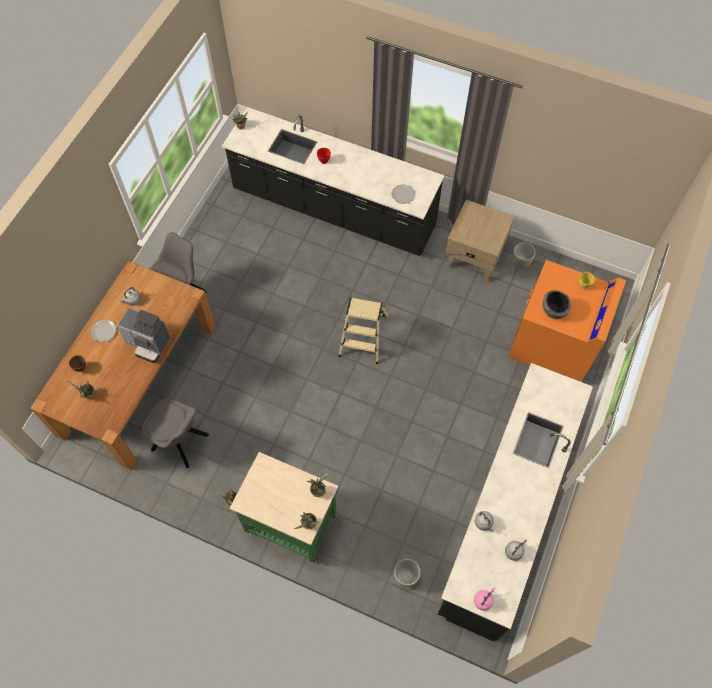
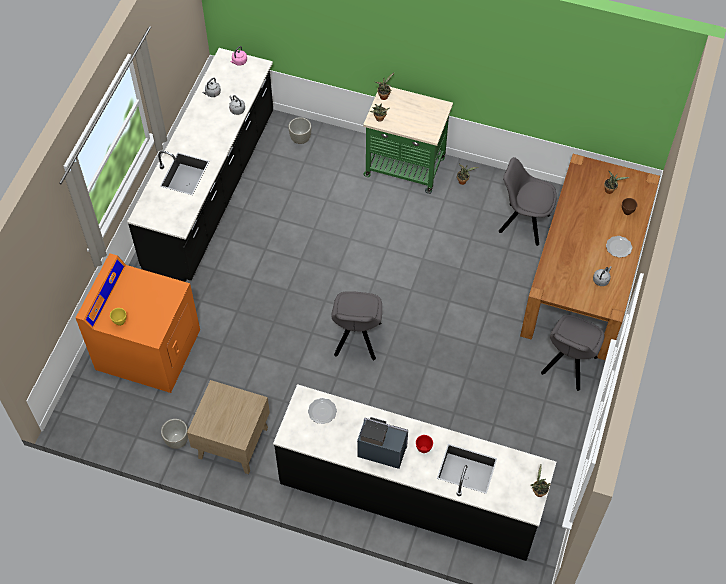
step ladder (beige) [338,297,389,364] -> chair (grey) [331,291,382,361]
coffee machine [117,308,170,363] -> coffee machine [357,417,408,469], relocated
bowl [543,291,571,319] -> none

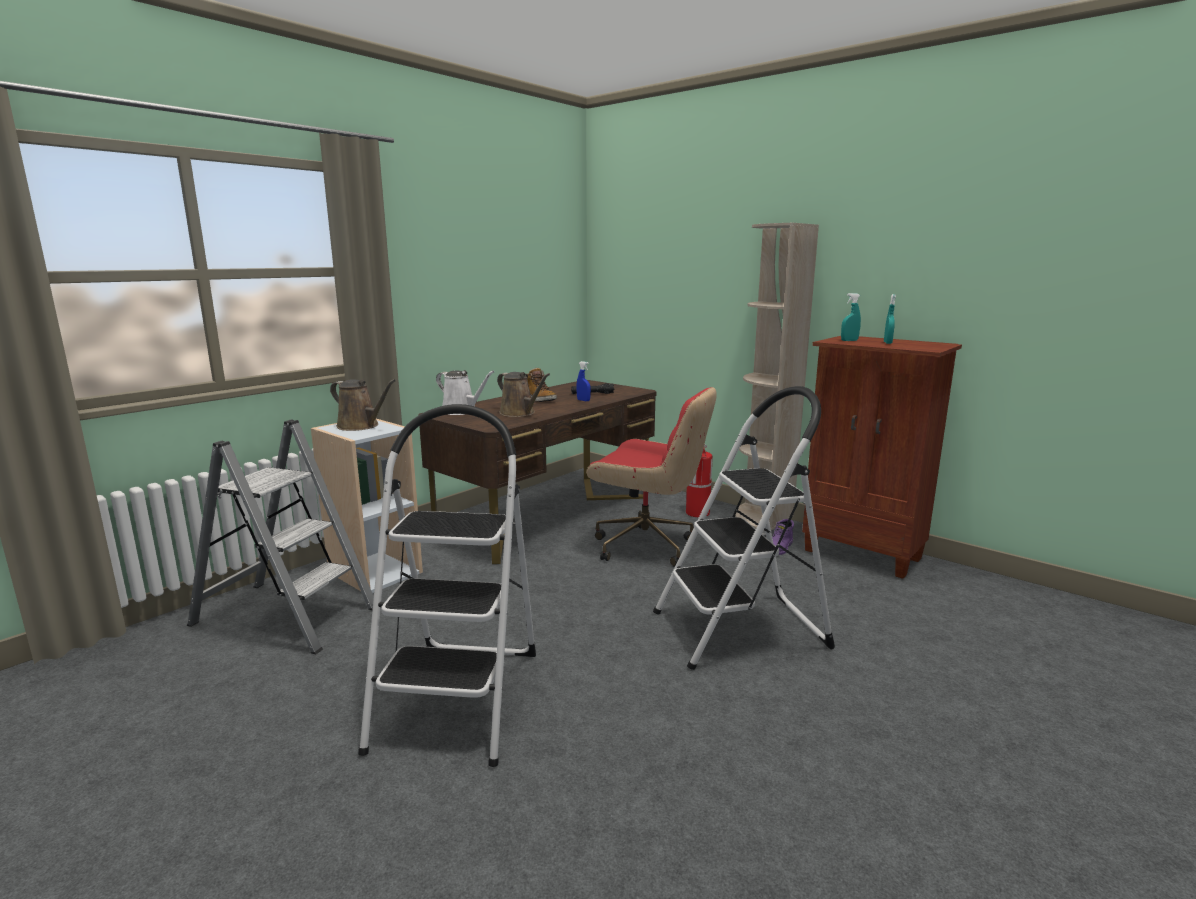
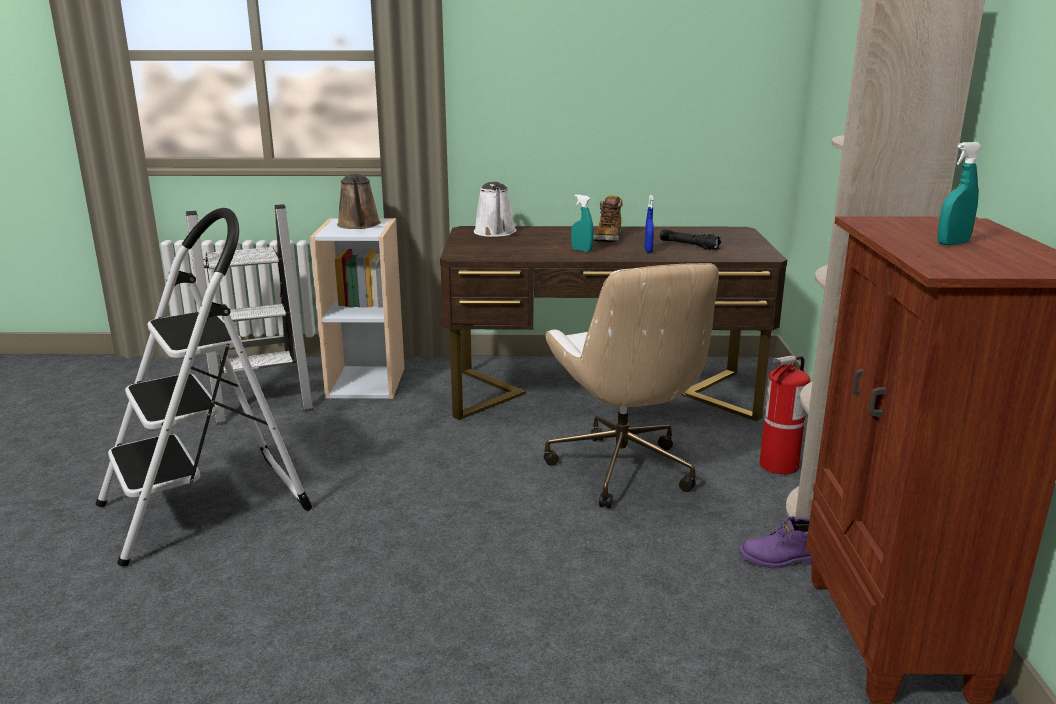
office chair (red) [586,387,717,566] -> office chair (white) [544,263,719,508]
spray bottle (turquoise) [841,293,861,341] -> spray bottle (turquoise) [571,194,594,252], relocated
watering can (brown) [497,372,550,417] -> none
step ladder [653,386,835,670] -> none

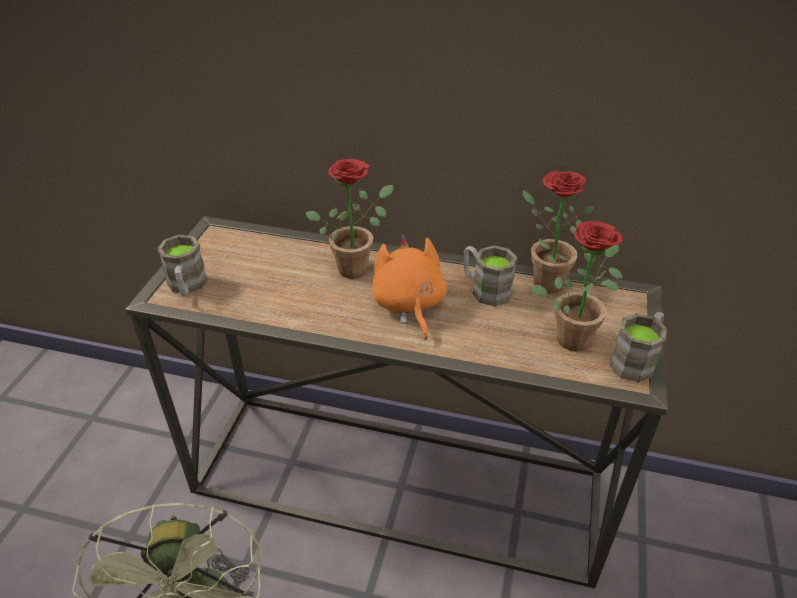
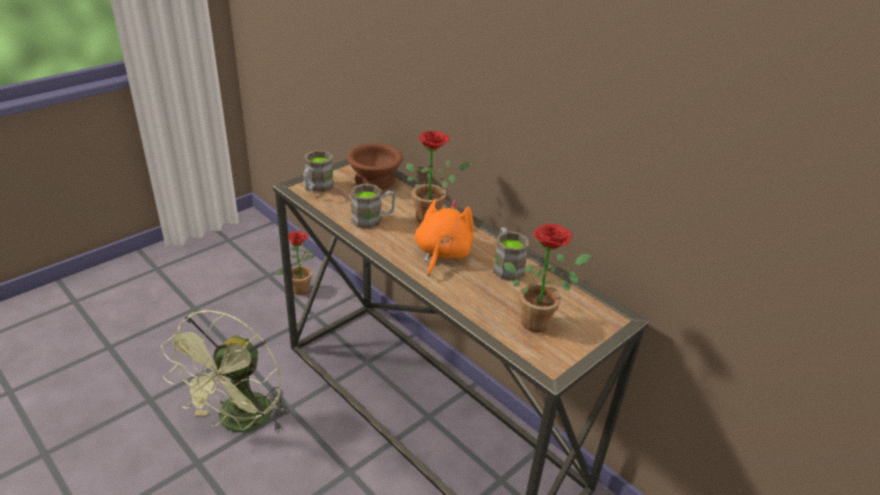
potted plant [523,171,594,293] -> potted plant [276,231,313,295], relocated
none -> bowl (brown) [347,143,403,190]
mug (brown) [610,312,667,382] -> mug (brown) [351,183,395,229], relocated

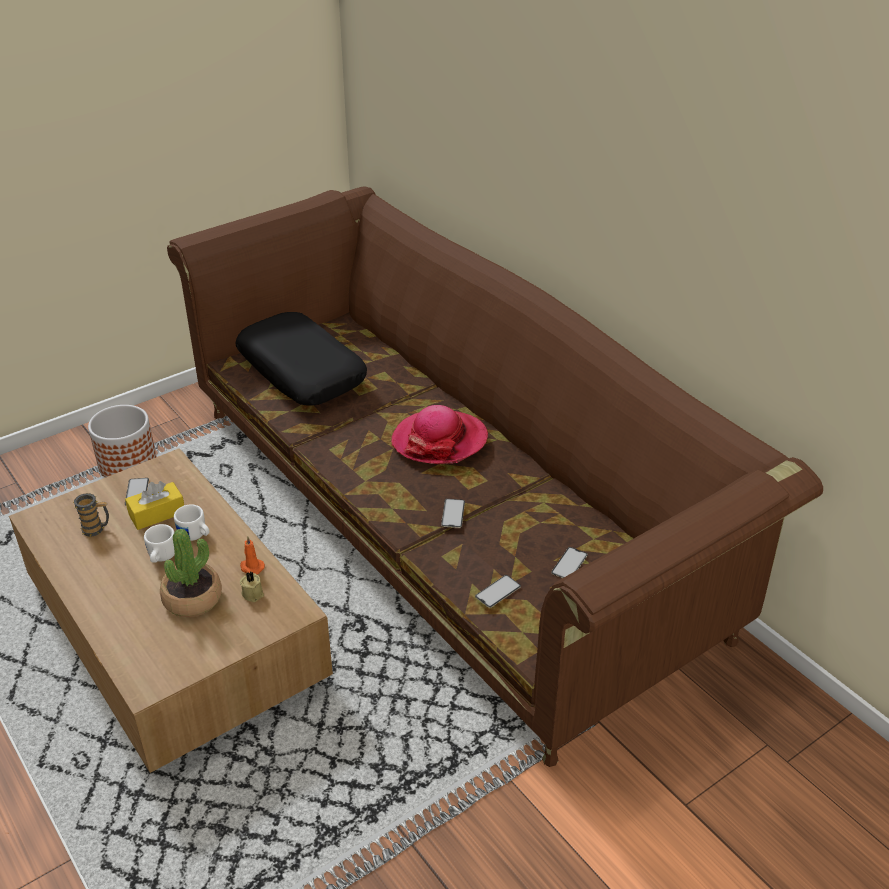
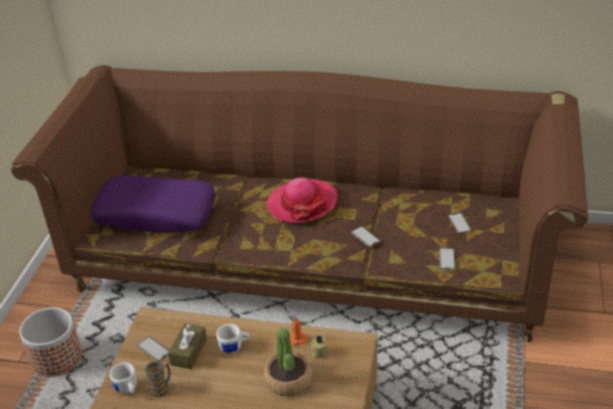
pillow (black) [236,312,367,405] -> pillow (purple) [91,176,215,233]
mug (white) [144,524,175,563] -> mug (white) [110,362,137,394], relocated
tissue box (yellow) [125,481,184,530] -> tissue box (brown) [168,323,207,369]

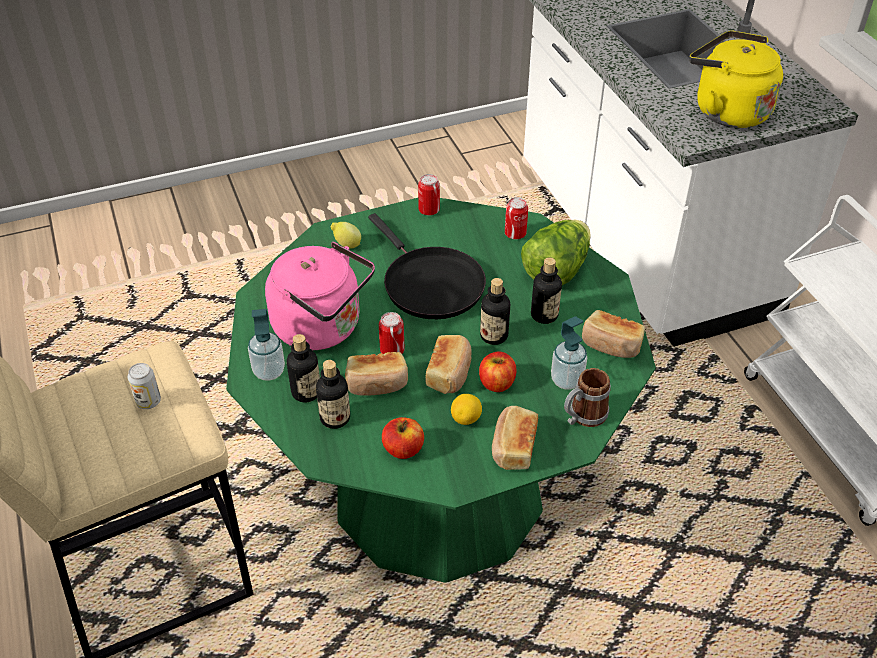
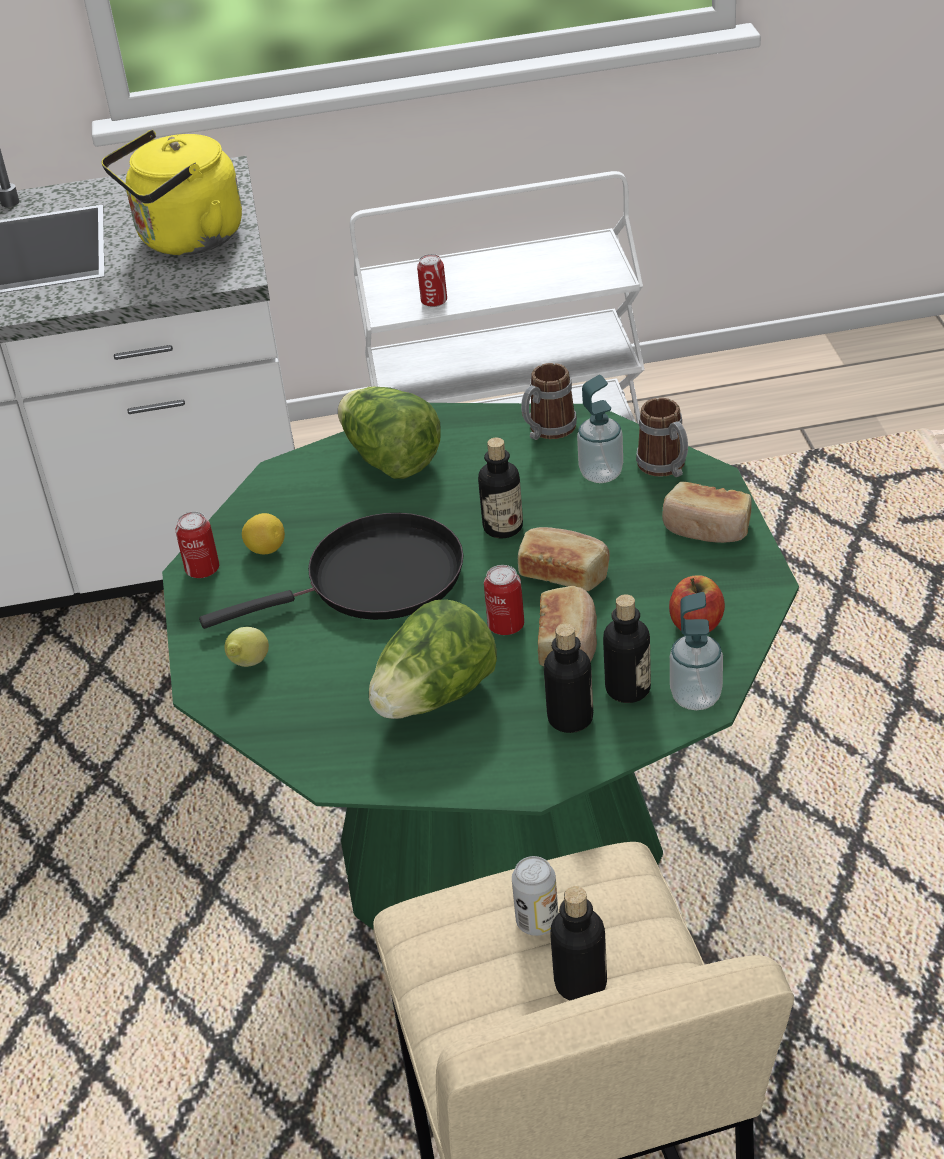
lemon [451,394,482,425] -> lemon [242,513,285,554], relocated
kettle (pink) [265,242,375,350] -> lettuce [369,599,497,719]
can [505,197,528,239] -> can [417,254,447,307], relocated
bread [582,310,645,358] -> mug [521,363,577,440]
bottle [531,257,562,324] -> bottle [550,886,607,1001], relocated
soap dispenser [248,309,285,381] -> soap dispenser [670,592,723,710], relocated
apple [479,351,516,392] -> none

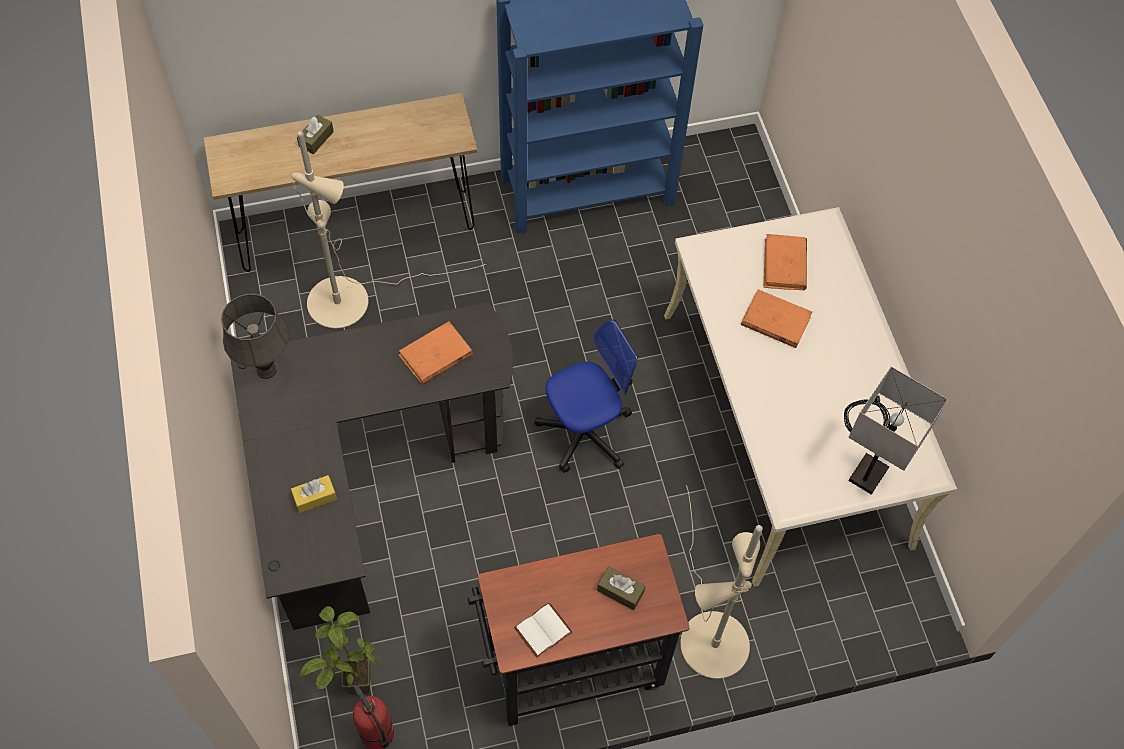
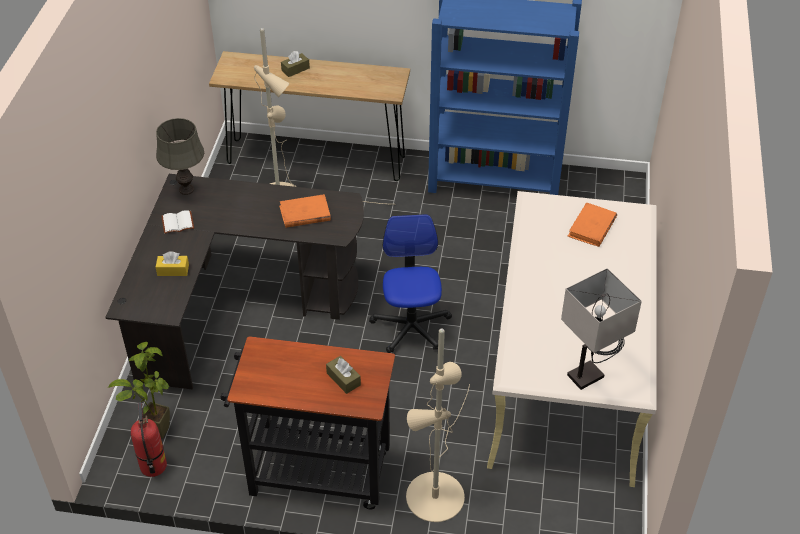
book (white) [514,602,573,658] -> book (white) [161,210,194,234], relocated
office chair [534,320,638,473] -> office chair [369,214,452,353], 90 degrees counterclockwise
book (orange) [741,289,812,348] -> none

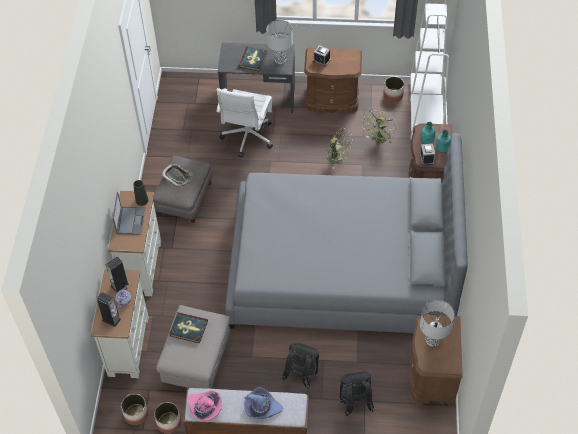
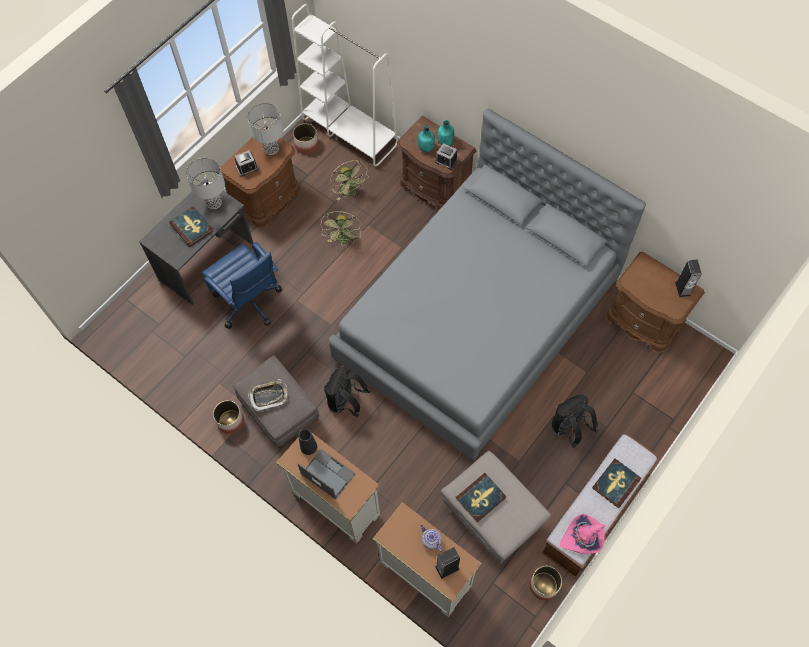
office chair (white) [216,88,273,157] -> office chair (blue) [202,242,282,329]
planter [121,394,148,425] -> planter [213,400,244,434], relocated
table lamp (white) [420,300,455,347] -> table lamp (white) [248,103,284,155], relocated
fan (green) [326,127,352,169] -> fan (green) [321,211,362,245], 120 degrees clockwise
backpack (black) [339,371,374,416] -> backpack (black) [324,366,370,417], relocated
hat (purple) [244,387,283,419] -> book [592,458,641,508]
speaker [106,257,129,293] -> speaker [675,260,702,297], relocated

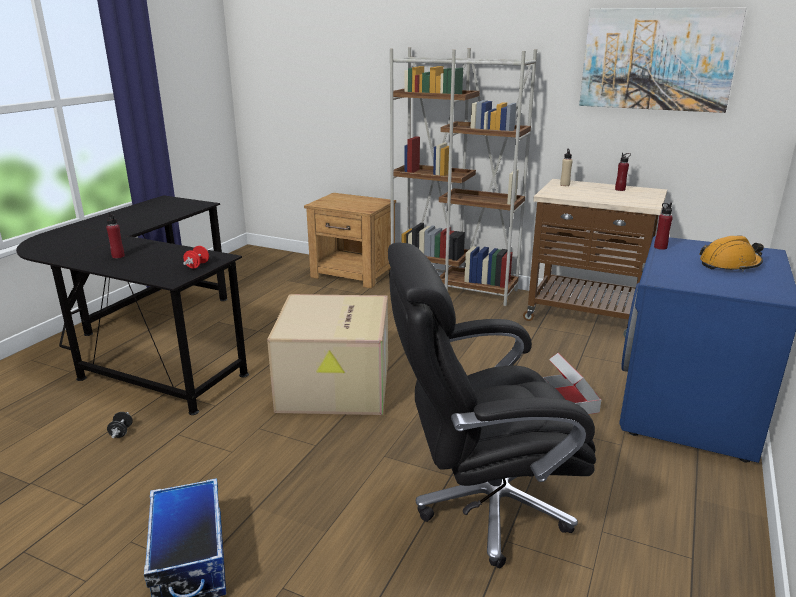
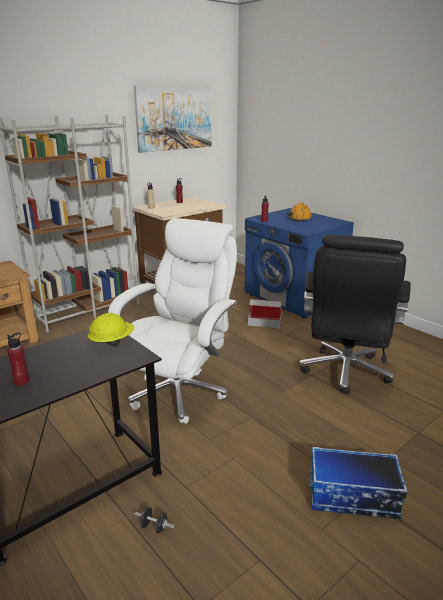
dumbbell (red) [183,246,209,269] -> hard hat (yellow) [88,313,134,346]
cardboard box [267,294,388,415] -> office chair (white) [108,218,237,424]

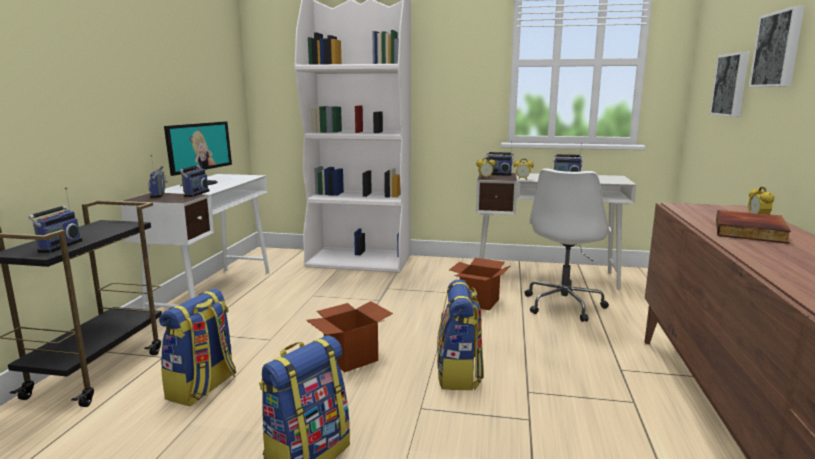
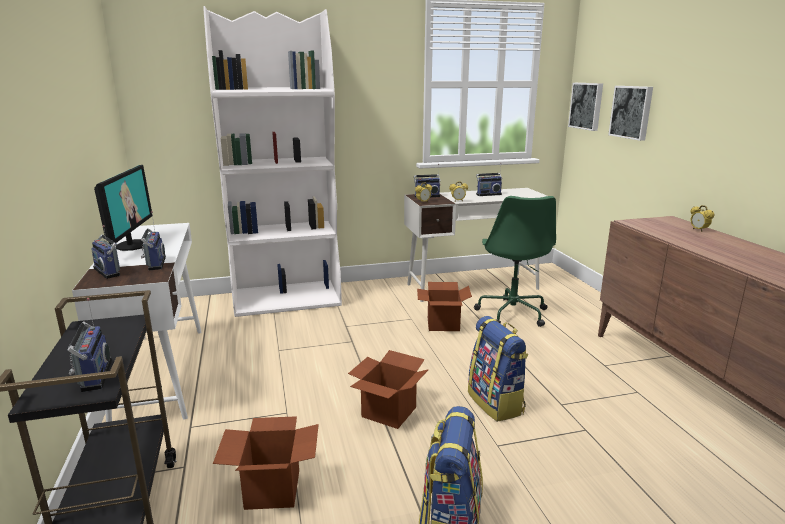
backpack [159,289,236,406] -> cardboard box [213,416,319,510]
office chair (white) [524,168,611,322] -> office chair (green) [474,196,556,327]
picture [749,6,805,87] -> picture [568,83,603,131], relocated
book [716,210,791,244] -> none

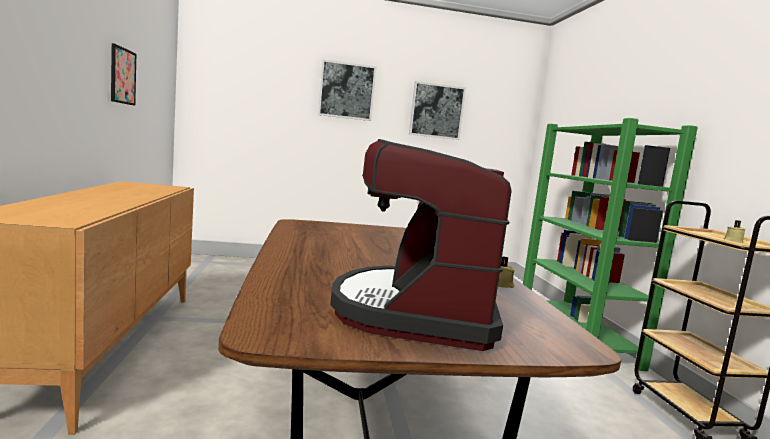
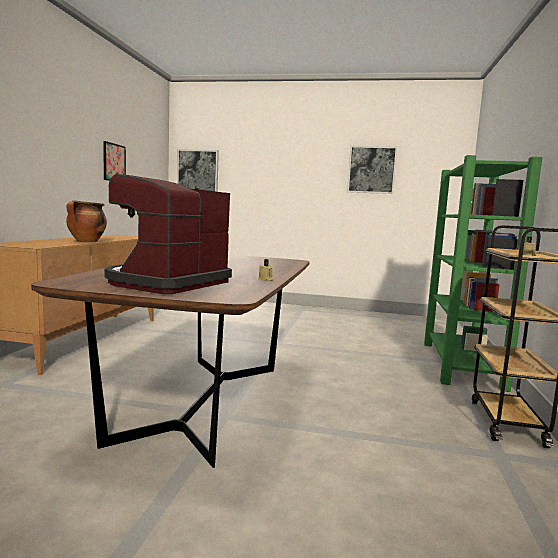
none -> cooking pot [66,200,107,242]
picture [318,59,376,121] -> picture [177,149,219,192], relocated

